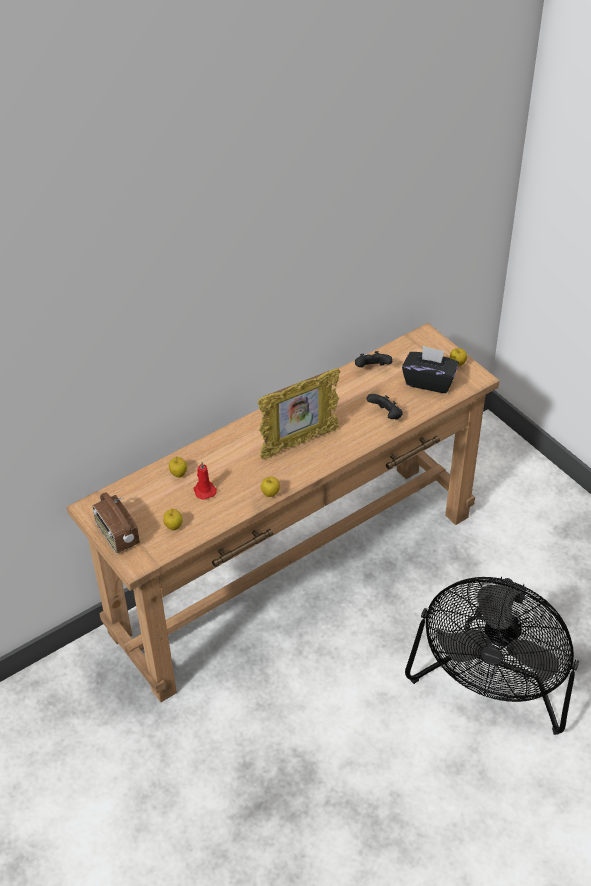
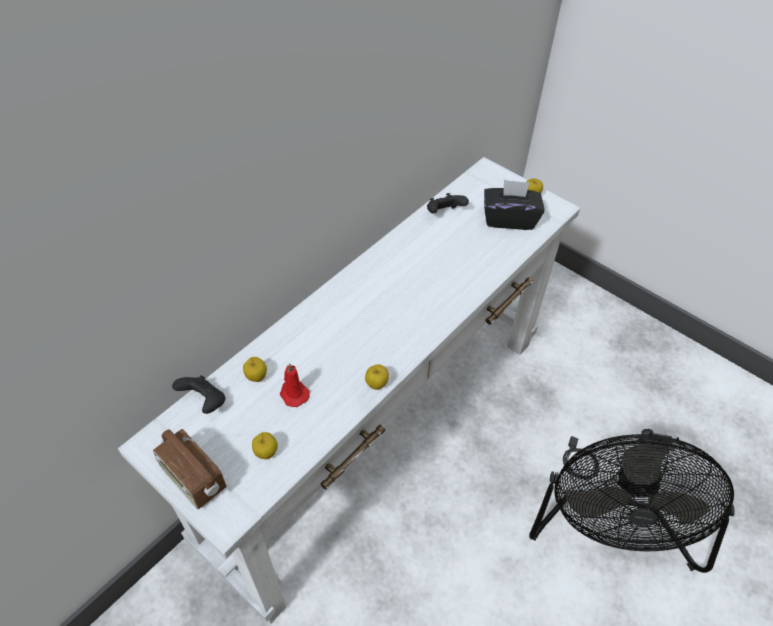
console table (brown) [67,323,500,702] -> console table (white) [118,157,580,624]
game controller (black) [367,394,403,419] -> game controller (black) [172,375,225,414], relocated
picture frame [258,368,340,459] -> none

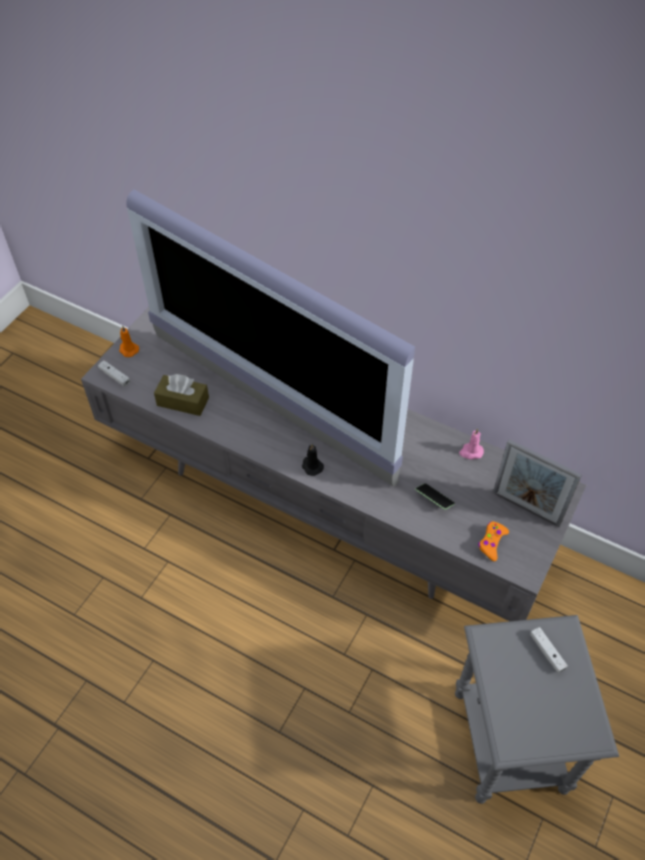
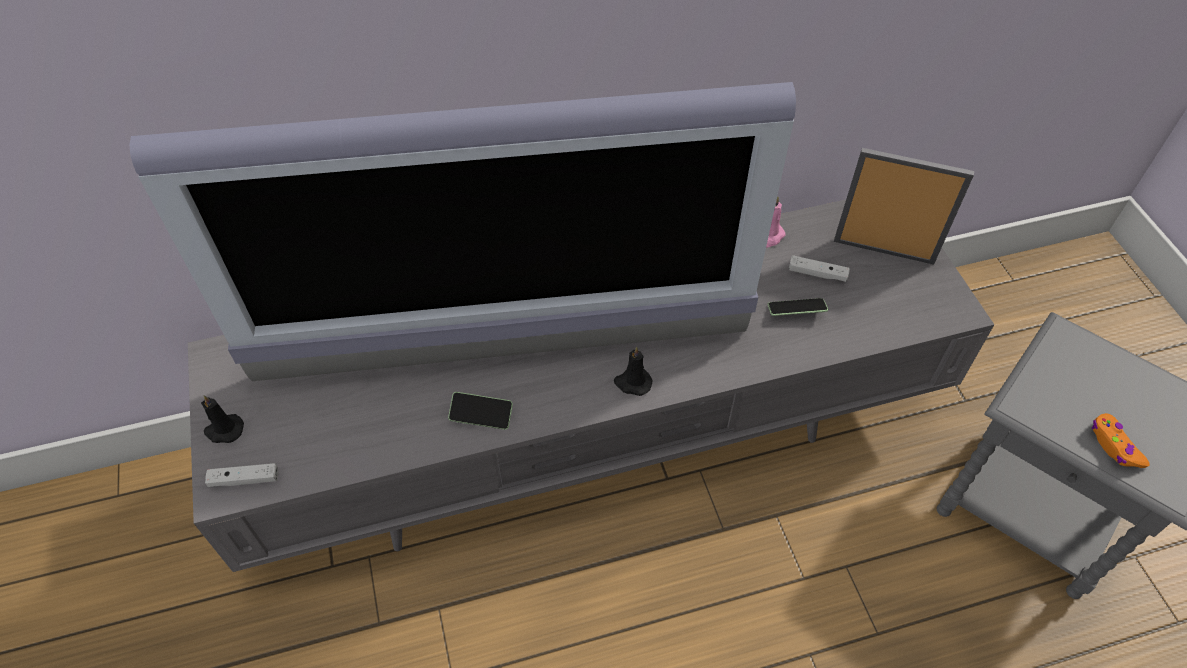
candle (orange) [119,325,139,357] -> candle (black) [201,395,244,443]
none -> phone [448,392,513,430]
game controller (white) [530,627,568,673] -> game controller (white) [789,255,850,282], relocated
picture frame [493,439,582,527] -> picture frame [834,148,974,265], 150 degrees counterclockwise
game controller (orange) [478,522,509,561] -> game controller (orange) [1092,413,1150,468], relocated
tissue box (brown) [154,374,209,416] -> none

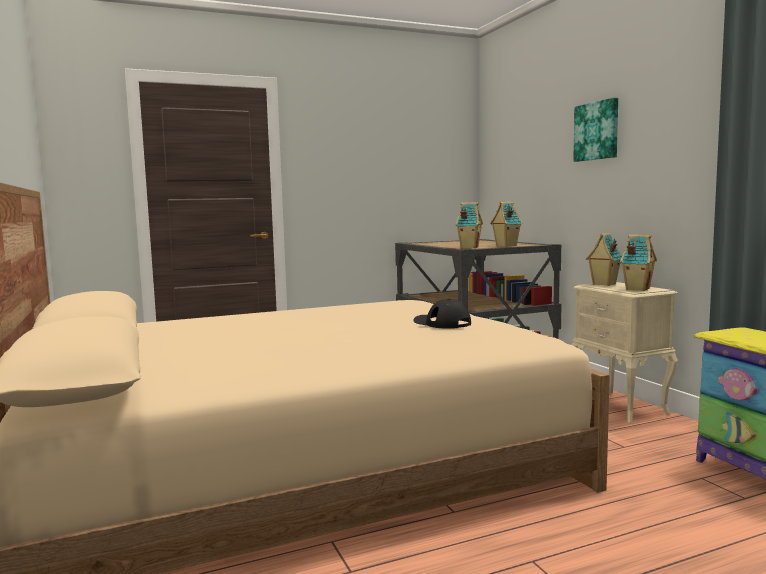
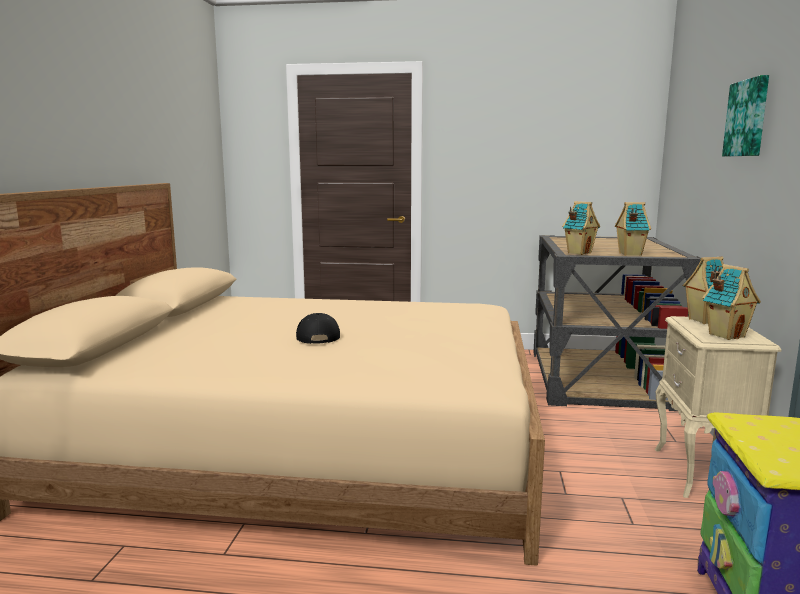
cap (black) [413,299,471,329] -> cap (black) [296,313,340,344], relocated

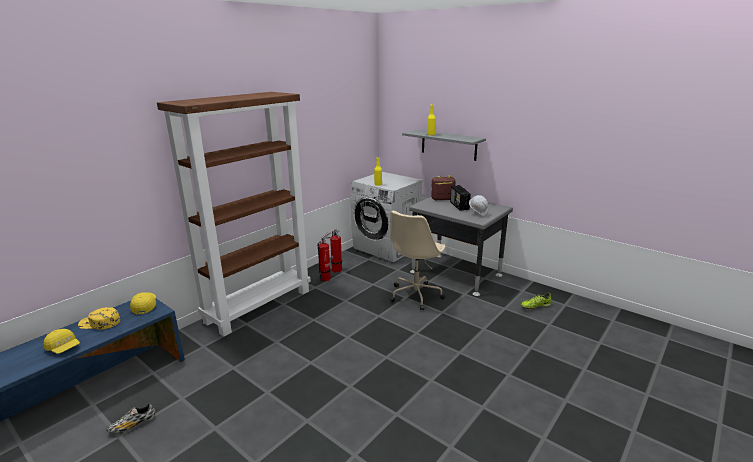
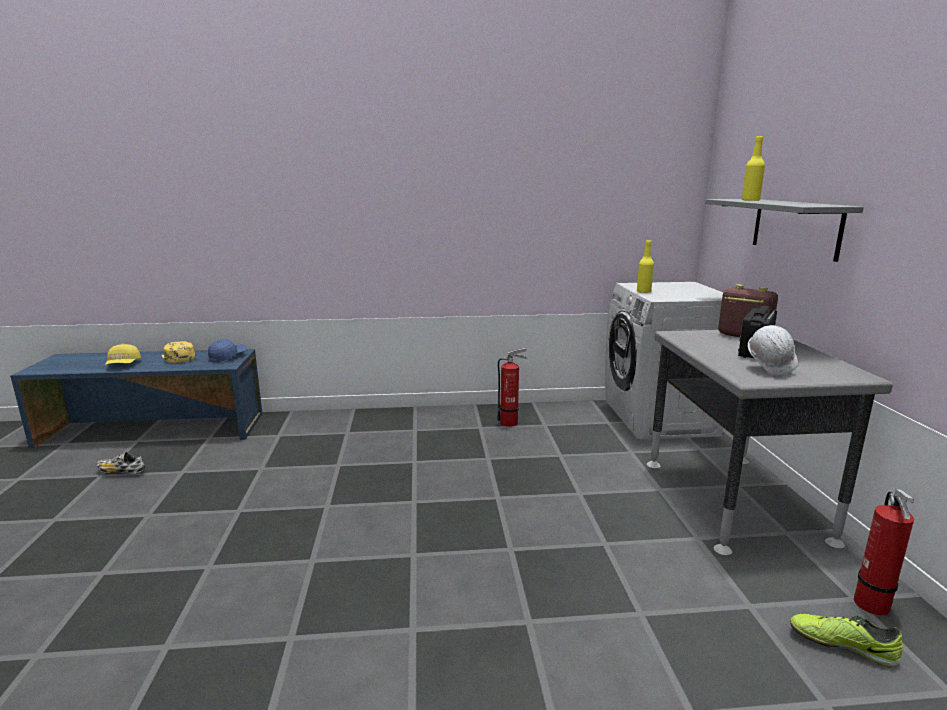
cap (yellow) [130,292,156,314] -> cap (blue) [208,339,247,363]
fire extinguisher [330,229,342,273] -> fire extinguisher [854,489,914,616], relocated
bookcase (brown) [157,92,311,336] -> none
office chair (beige) [389,211,445,310] -> none

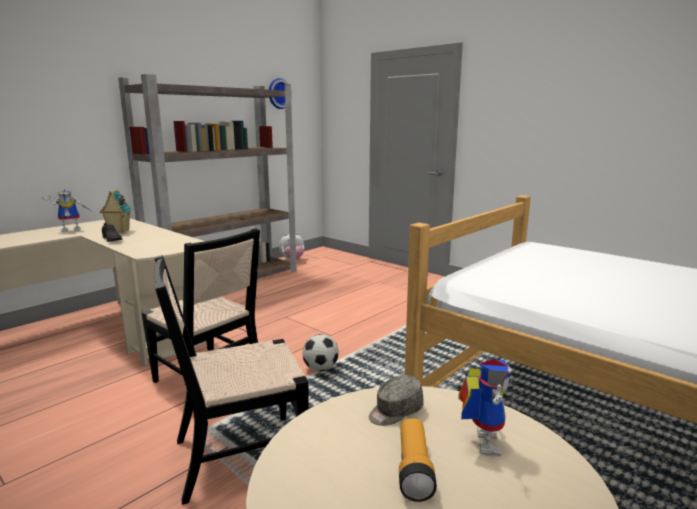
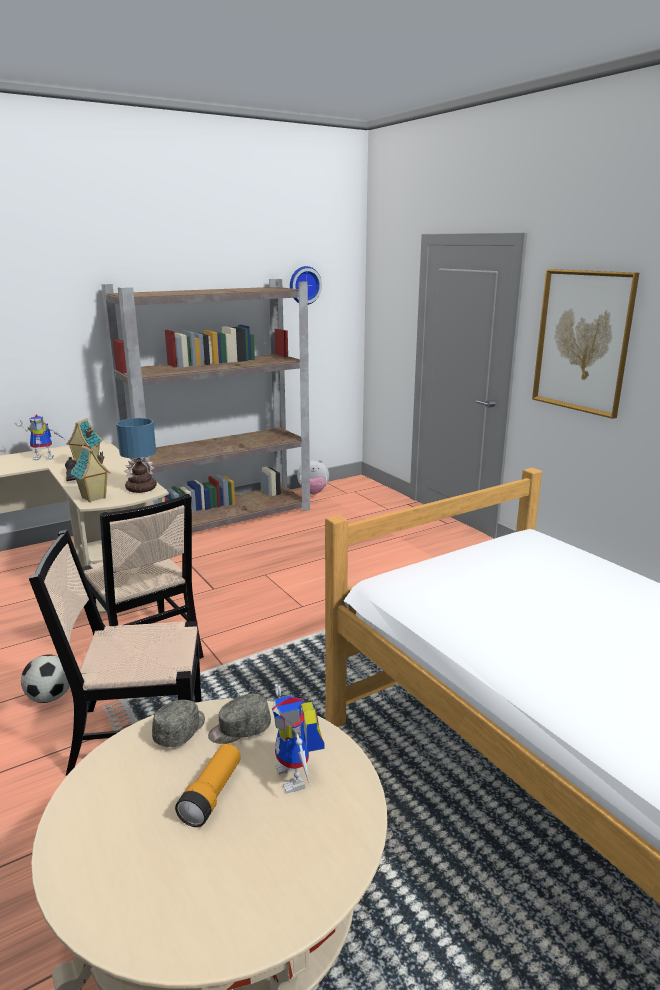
football [302,334,339,371] -> football [21,654,70,703], relocated
none -> toy house [71,445,110,503]
none -> table lamp [116,418,157,493]
none -> cap (grey) [152,700,205,747]
toy robot [458,359,512,456] -> toy robot [272,684,325,793], 135 degrees clockwise
none -> picture [532,269,639,419]

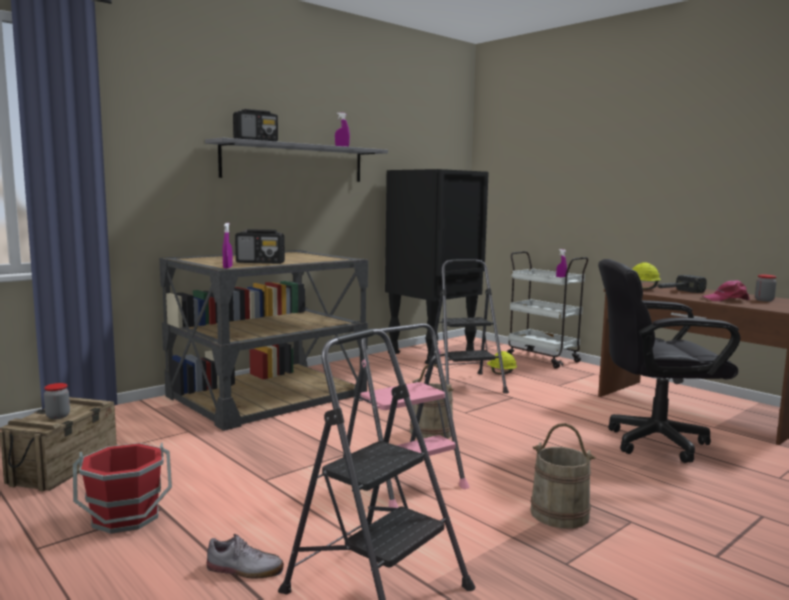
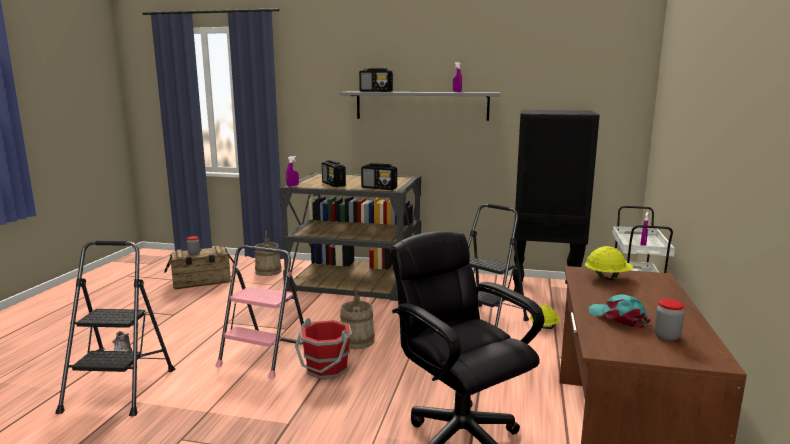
bucket (beige) [530,423,596,529] -> bucket (beige) [255,231,282,276], relocated
bucket (red) [73,443,172,534] -> bucket (red) [295,318,352,379], relocated
none -> radio [361,163,397,190]
cap (pink) [702,280,749,301] -> cap (turquoise) [589,294,651,328]
hammer [657,275,707,293] -> none

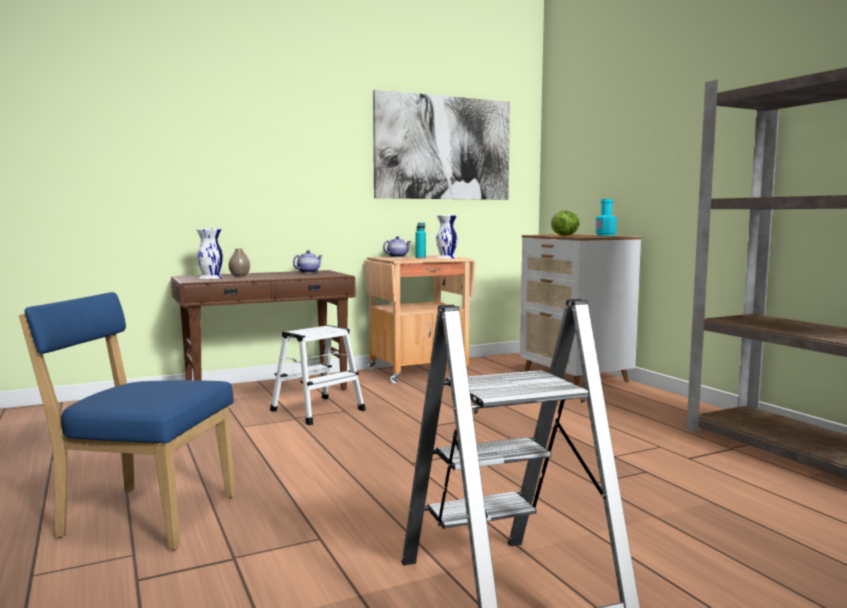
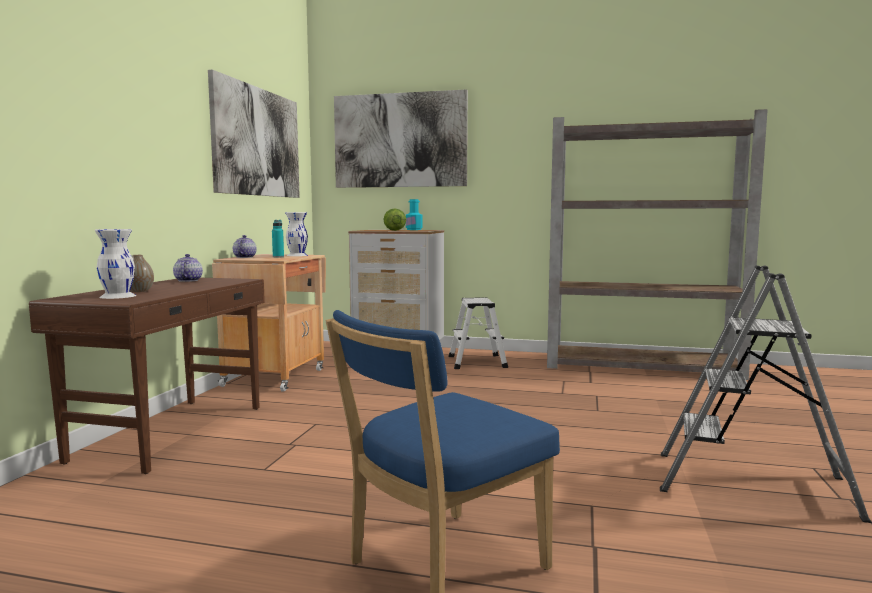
none -> picture [334,89,468,188]
step ladder (white) [270,325,366,425] -> step ladder (white) [448,297,508,369], relocated

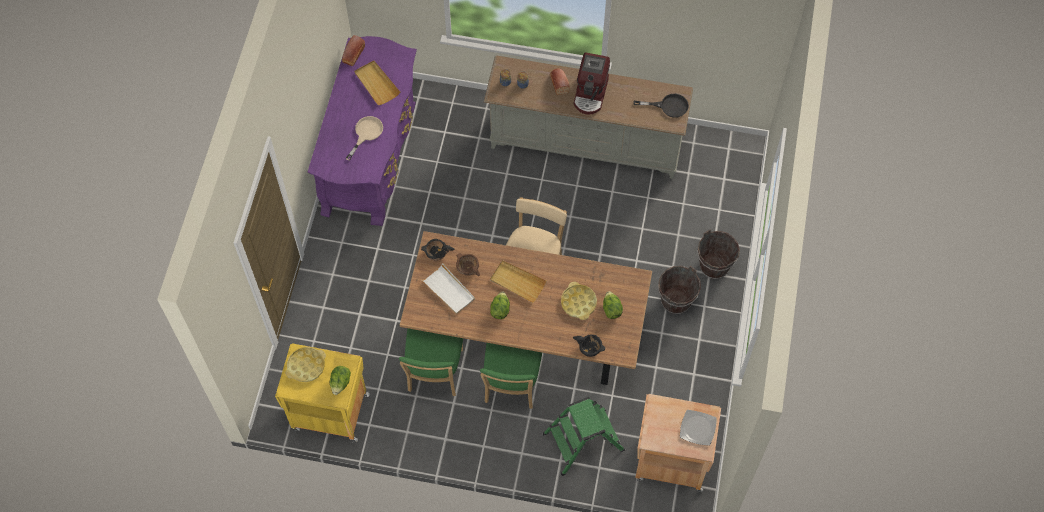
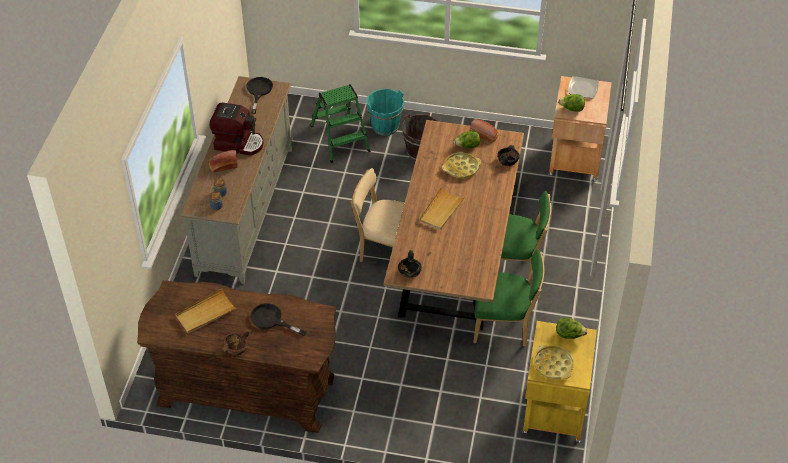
dresser (purple) [308,36,417,226] -> dresser (brown) [137,280,337,433]
bowl (brown) [456,253,480,276] -> bowl (brown) [222,329,253,355], relocated
frying pan (beige) [346,116,383,161] -> frying pan (black) [250,303,307,336]
step ladder (green) [543,397,625,476] -> step ladder (green) [310,84,371,164], relocated
bucket (brown) [697,230,740,279] -> bucket (turquoise) [366,89,404,136]
bread [342,35,365,66] -> bread [470,119,499,142], relocated
lettuce [490,292,510,319] -> lettuce [558,94,585,111], relocated
tray (white) [422,263,475,314] -> none

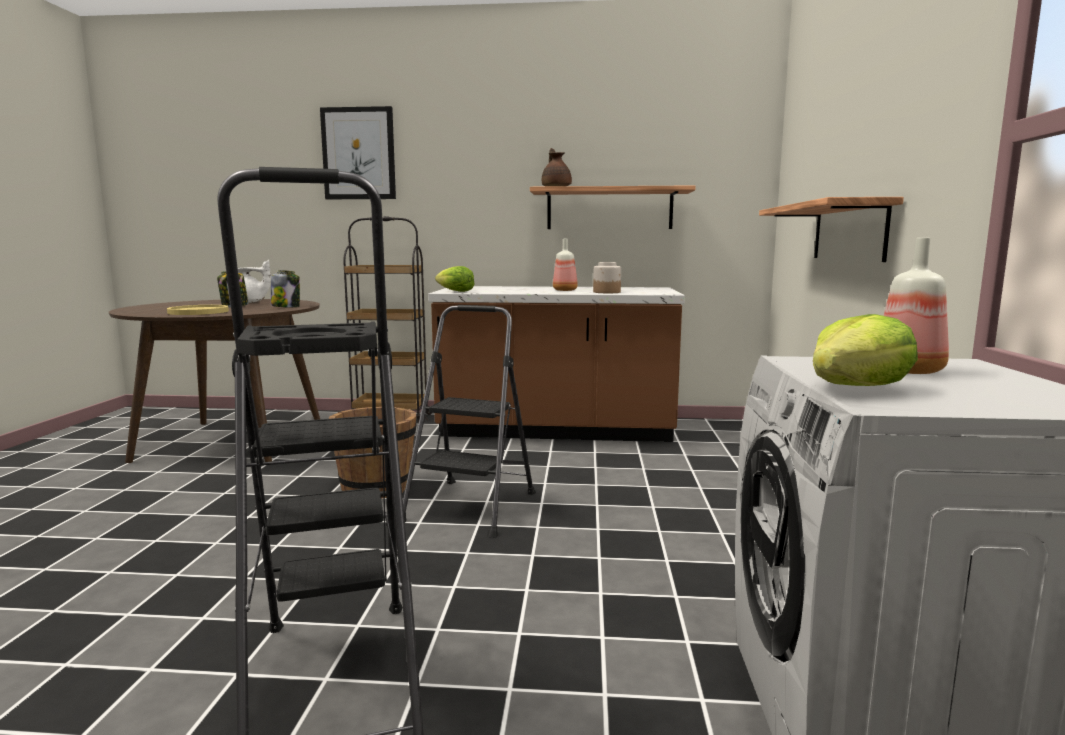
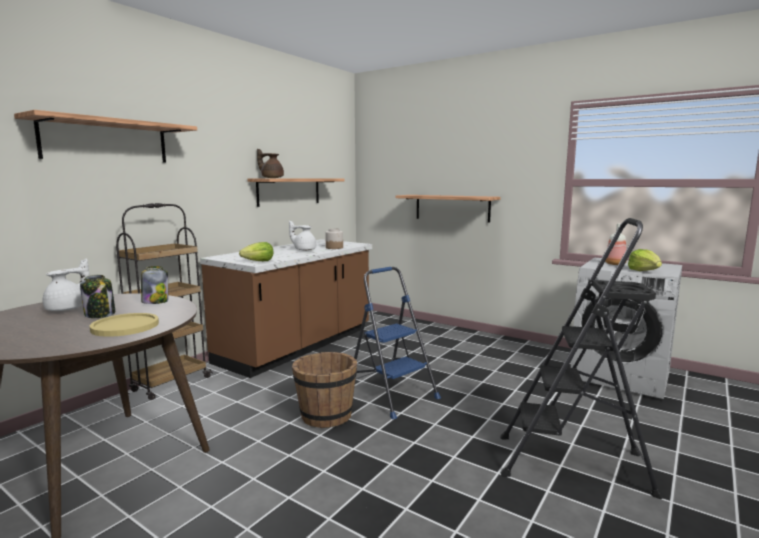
picture [320,106,396,199] -> shelf [14,110,197,163]
bottle [553,239,578,291] -> teapot (white) [289,220,316,250]
step ladder (black) [403,305,536,538] -> step ladder (blue) [354,267,441,419]

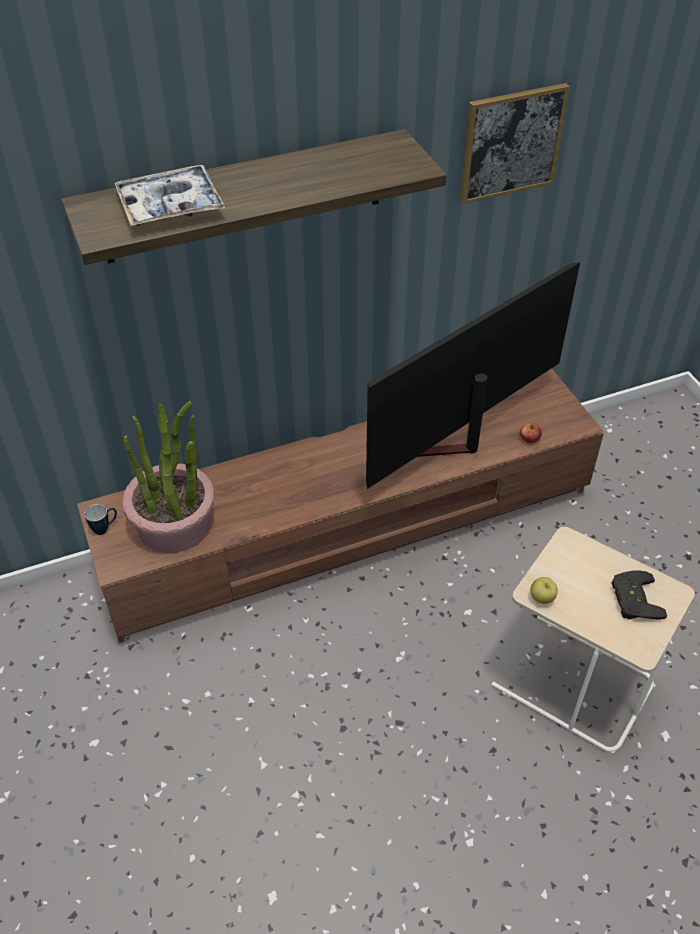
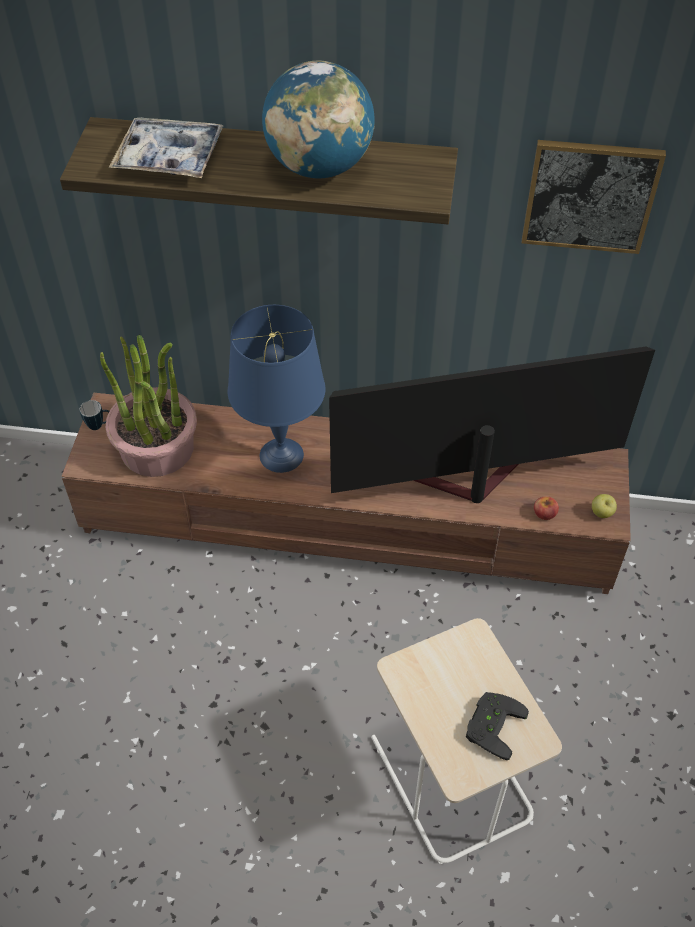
none -> table lamp (blue) [227,305,325,473]
none -> globe [262,60,375,179]
apple [530,577,558,604] -> apple [592,494,617,518], relocated

